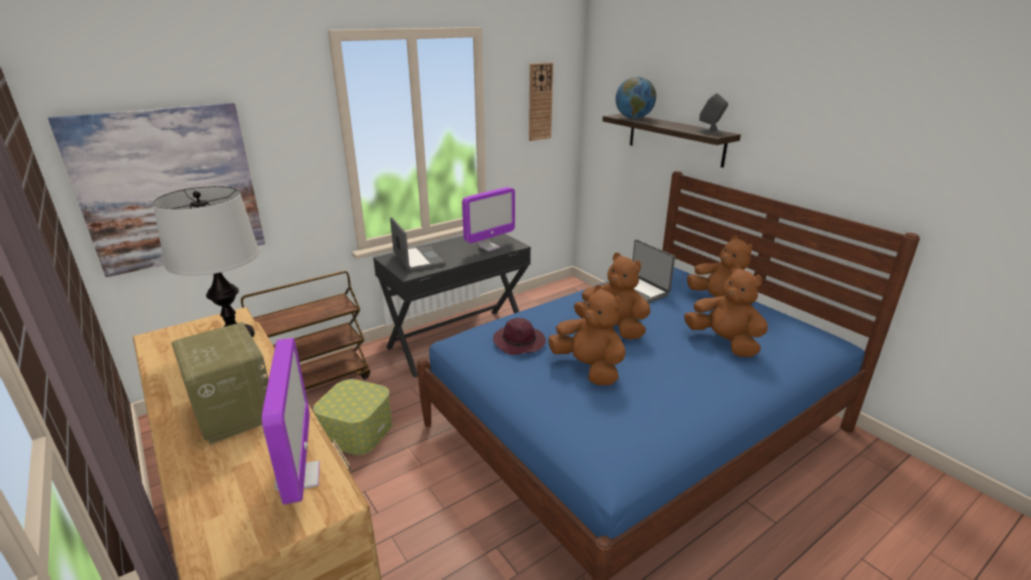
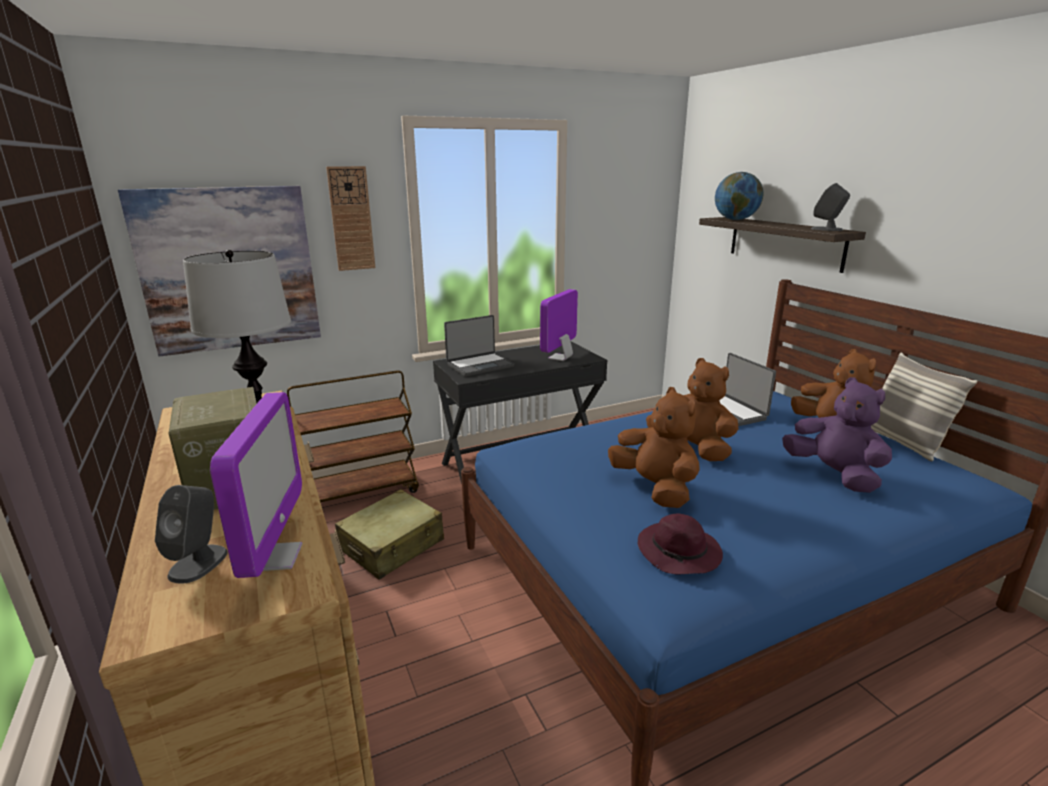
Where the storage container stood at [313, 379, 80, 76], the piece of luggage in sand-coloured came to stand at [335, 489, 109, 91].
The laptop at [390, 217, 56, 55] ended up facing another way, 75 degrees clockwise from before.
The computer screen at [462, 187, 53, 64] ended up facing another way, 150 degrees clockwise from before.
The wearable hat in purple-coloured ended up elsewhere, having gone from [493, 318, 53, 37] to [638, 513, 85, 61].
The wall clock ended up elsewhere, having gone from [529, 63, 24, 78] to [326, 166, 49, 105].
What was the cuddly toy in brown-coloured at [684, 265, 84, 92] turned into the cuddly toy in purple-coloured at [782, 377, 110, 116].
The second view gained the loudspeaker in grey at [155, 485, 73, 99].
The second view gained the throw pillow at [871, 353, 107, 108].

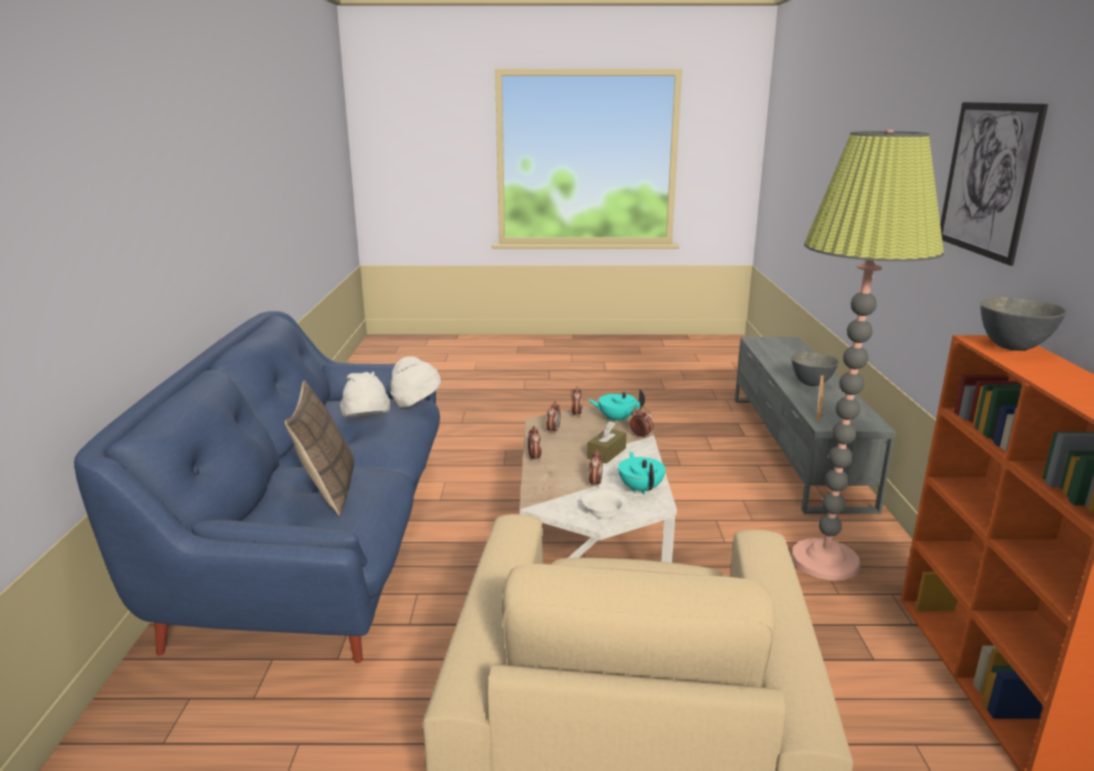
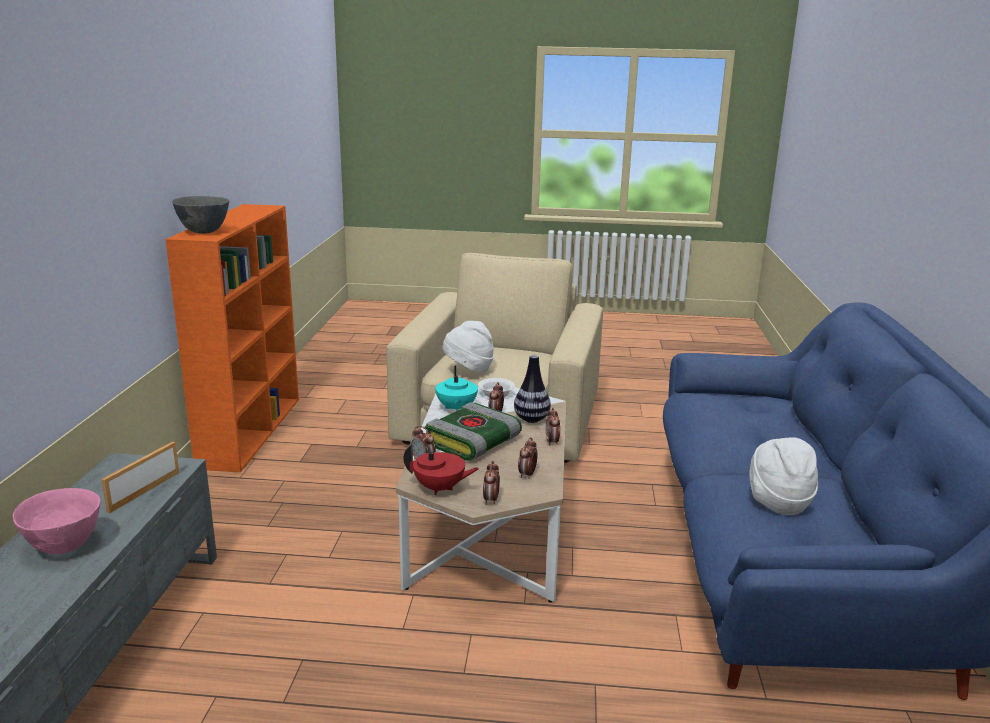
The second view lost the throw pillow at [285, 380, 69, 136].
The wearable hat in white ended up elsewhere, having gone from [391, 356, 50, 51] to [443, 321, 51, 51].
What was the pot for tea in blue-green at [587, 389, 58, 34] turned into the pot for tea in red at [404, 444, 75, 51].
Where the tissue holder in brown-coloured stood at [587, 421, 39, 43], the volume came to stand at [425, 402, 97, 59].
The second view lost the floor lamp at [791, 130, 153, 451].
What was the deep dish in grey at [791, 352, 48, 34] turned into the deep dish in pink at [13, 488, 87, 66].
The second view lost the wall picture at [940, 102, 108, 164].
The second view gained the vase at [514, 355, 37, 68].

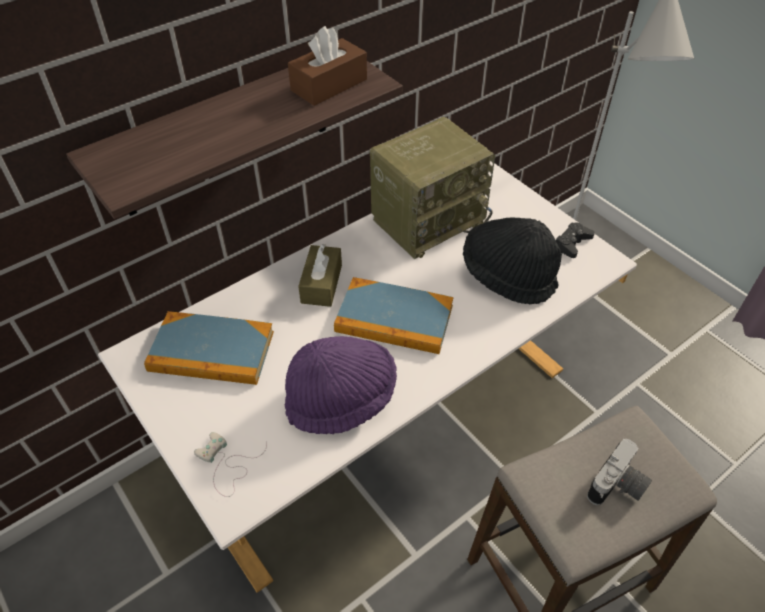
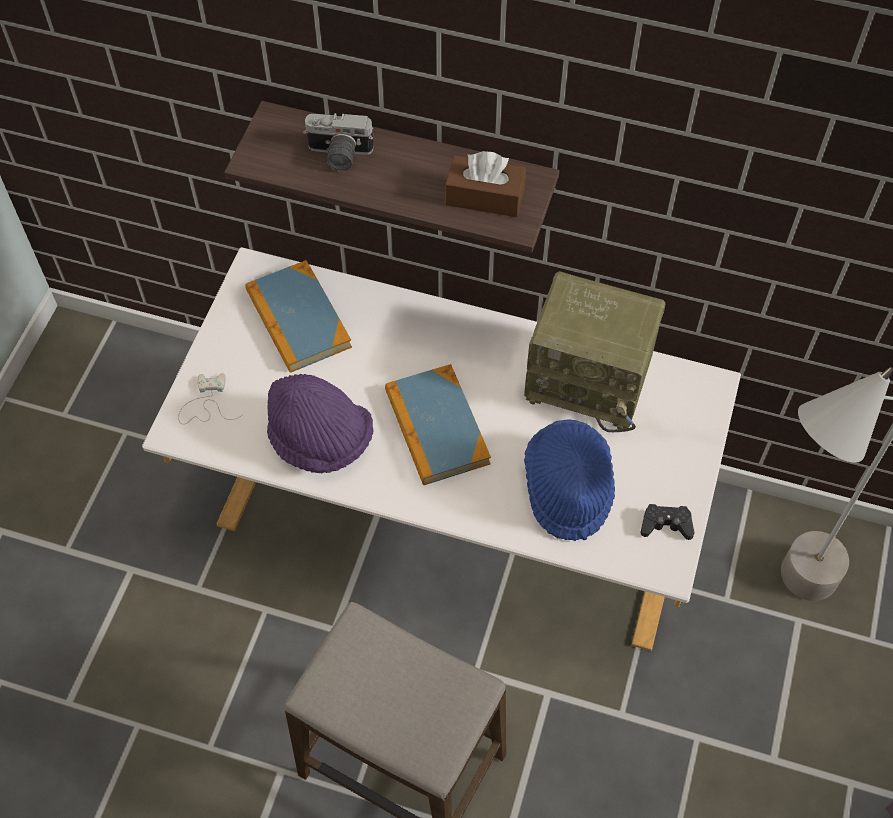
The second view lost the tissue holder in brown-coloured at [298, 244, 44, 63].
What was the wearable hat in black at [463, 217, 99, 87] turned into the wearable hat in blue-coloured at [524, 419, 91, 122].
The still camera ended up elsewhere, having gone from [587, 439, 65, 66] to [303, 113, 71, 58].

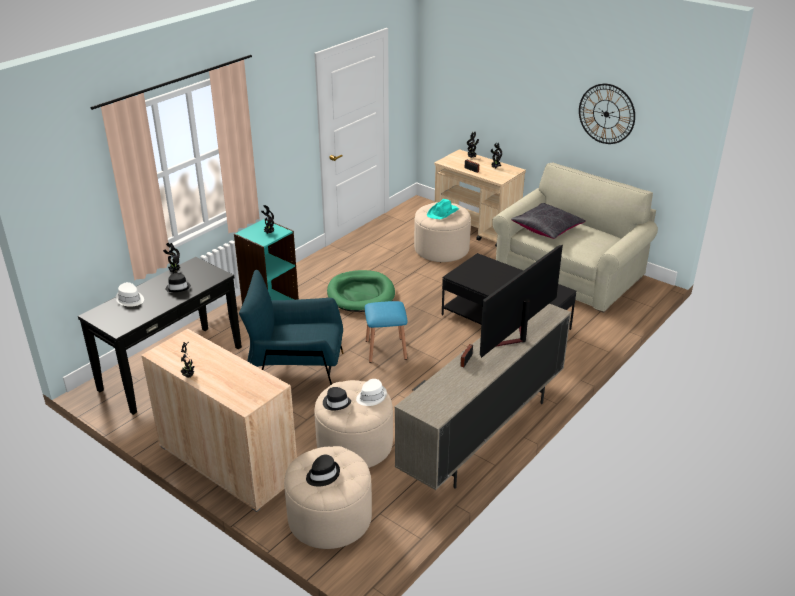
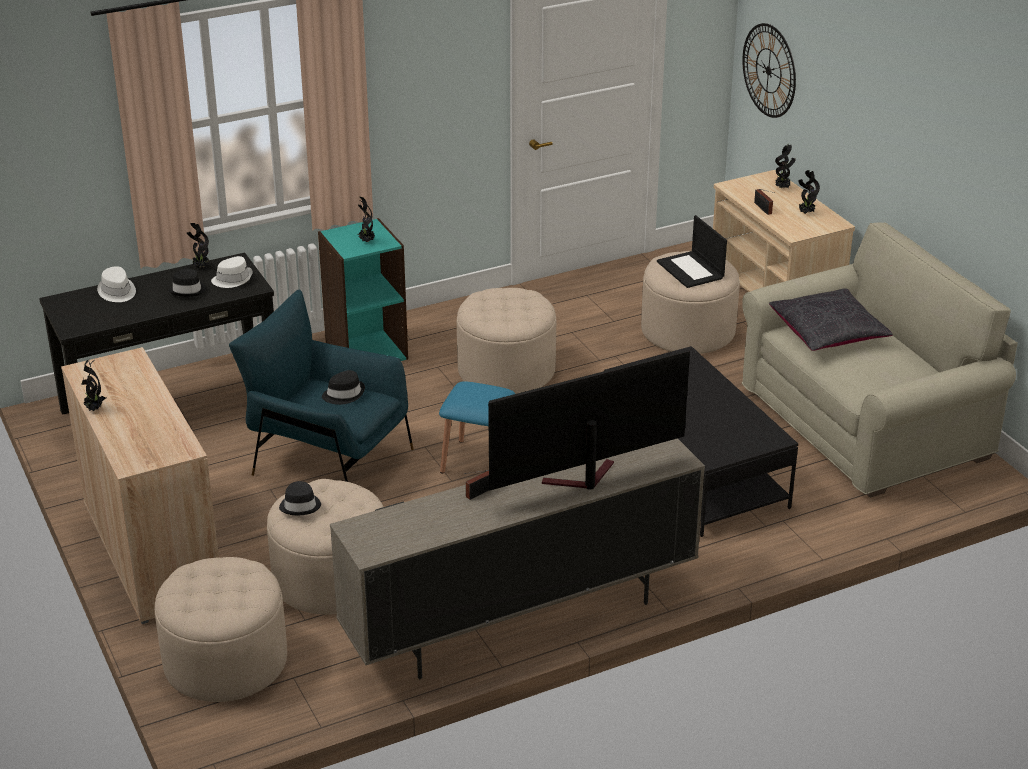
The wearable hat in black ended up elsewhere, having gone from [306, 455, 34, 32] to [322, 370, 43, 35].
Where the pet bed in greenish stood at [327, 270, 68, 42], the pouffe in sand-coloured came to stand at [457, 288, 99, 106].
The wearable hat in white ended up elsewhere, having gone from [356, 379, 31, 27] to [211, 256, 42, 32].
Where the wearable hat in blue-green stood at [427, 199, 32, 20], the laptop came to stand at [657, 215, 70, 73].
The wall clock ended up elsewhere, having gone from [579, 84, 56, 60] to [742, 23, 54, 95].

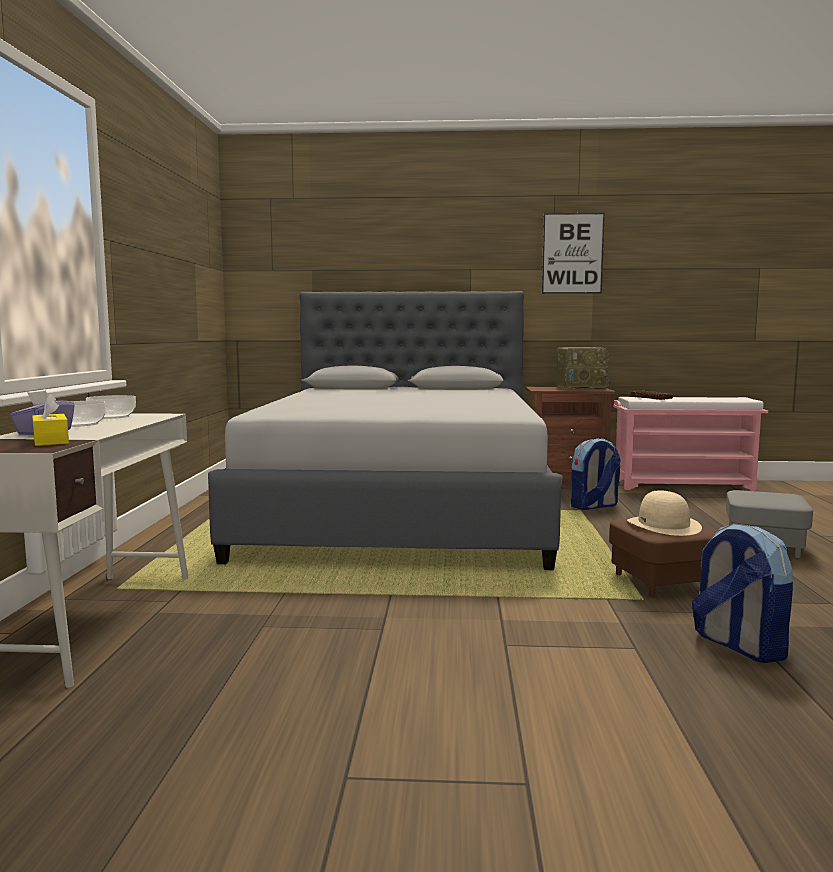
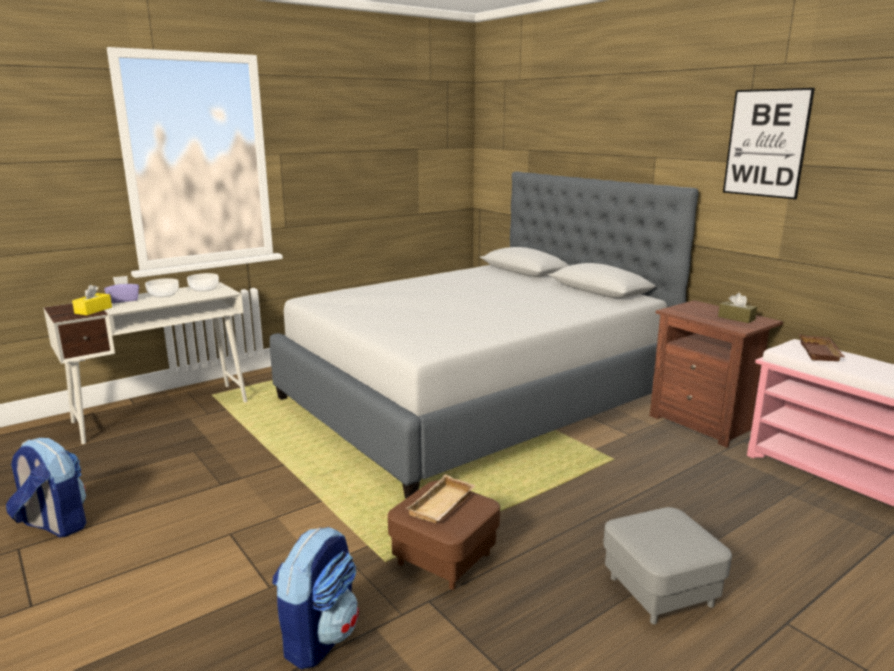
Where the radio receiver stood at [557, 347, 53, 43], the tissue holder in brown-coloured came to stand at [718, 293, 39, 30].
The backpack ended up elsewhere, having gone from [571, 438, 50, 72] to [6, 438, 80, 100].
Where the wearable hat in sand-coloured stood at [627, 490, 75, 46], the serving tray in sand-coloured came to stand at [407, 475, 68, 48].

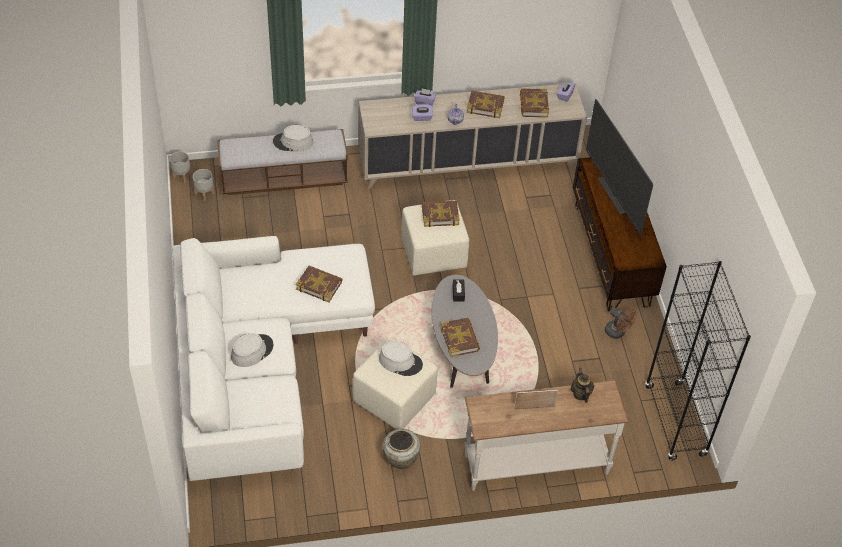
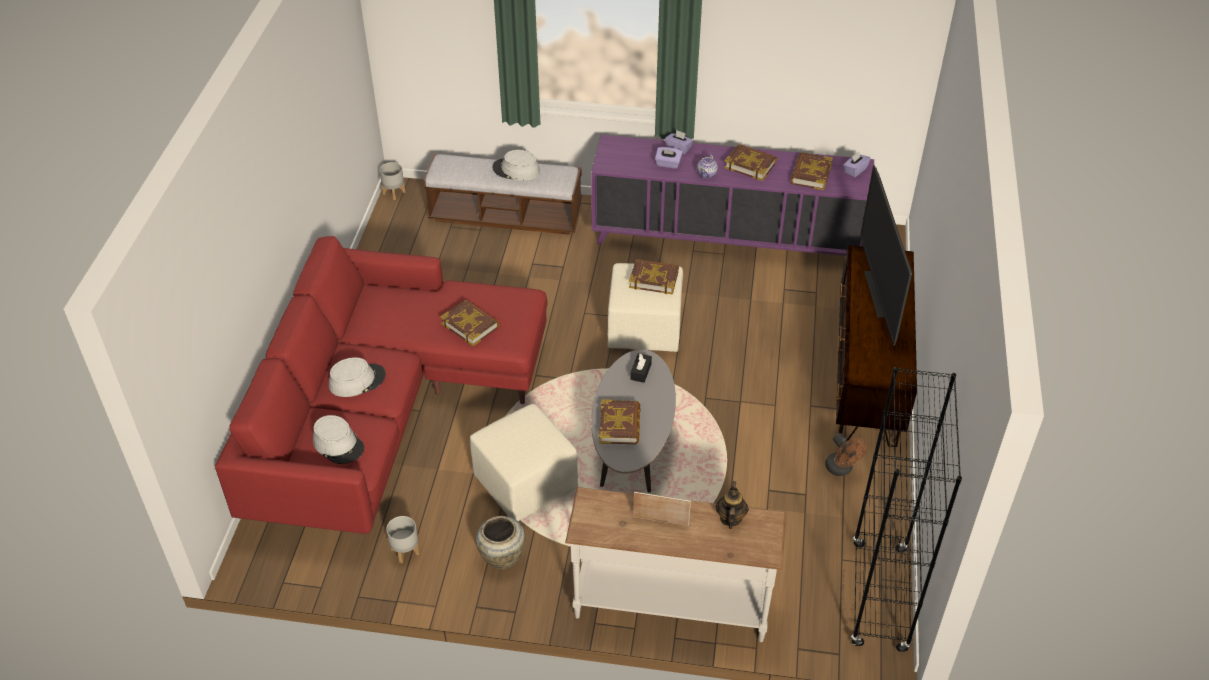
What was the sofa in white at [172, 236, 203, 245] turned into the sofa in red at [215, 236, 332, 298].
The plant pot in grey ended up elsewhere, having gone from [193, 169, 21, 32] to [386, 516, 34, 47].
What was the storage cabinet in sand-coloured at [358, 83, 229, 106] turned into the storage cabinet in purple-coloured at [591, 135, 283, 121].
The wearable hat in grey ended up elsewhere, having gone from [379, 341, 44, 35] to [313, 415, 51, 49].

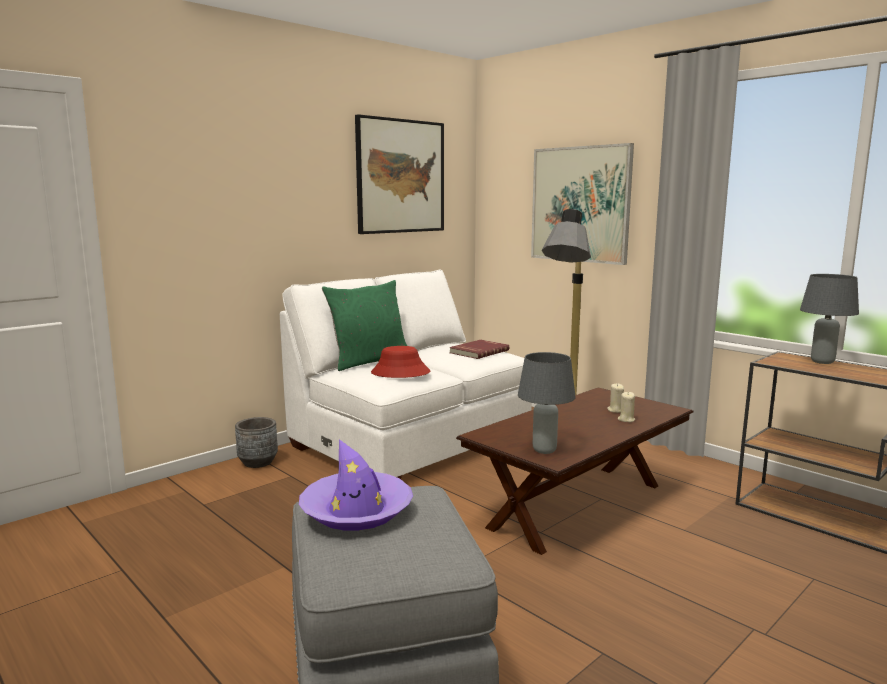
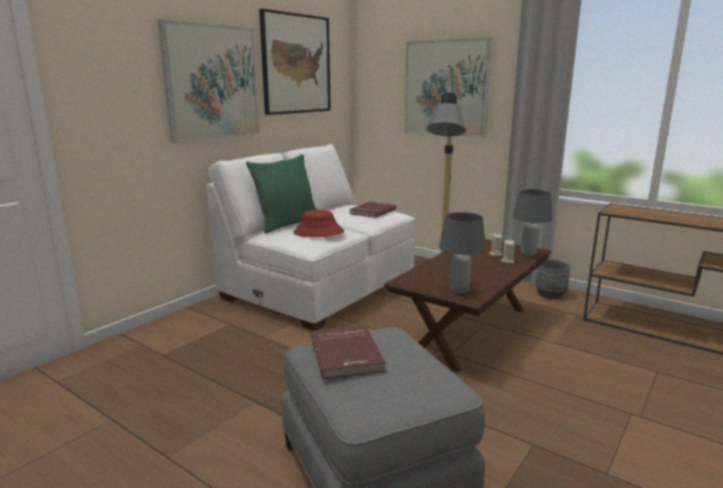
The plant pot in grey ended up elsewhere, having gone from [235, 417, 43, 51] to [535, 259, 35, 40].
Where the wearable hat in purple-coloured stood at [299, 439, 114, 92], the volume in red came to stand at [310, 325, 76, 54].
The tabletop lamp in grey ended up elsewhere, having gone from [800, 274, 59, 90] to [513, 189, 39, 67].
The second view gained the wall picture at [158, 19, 102, 124].

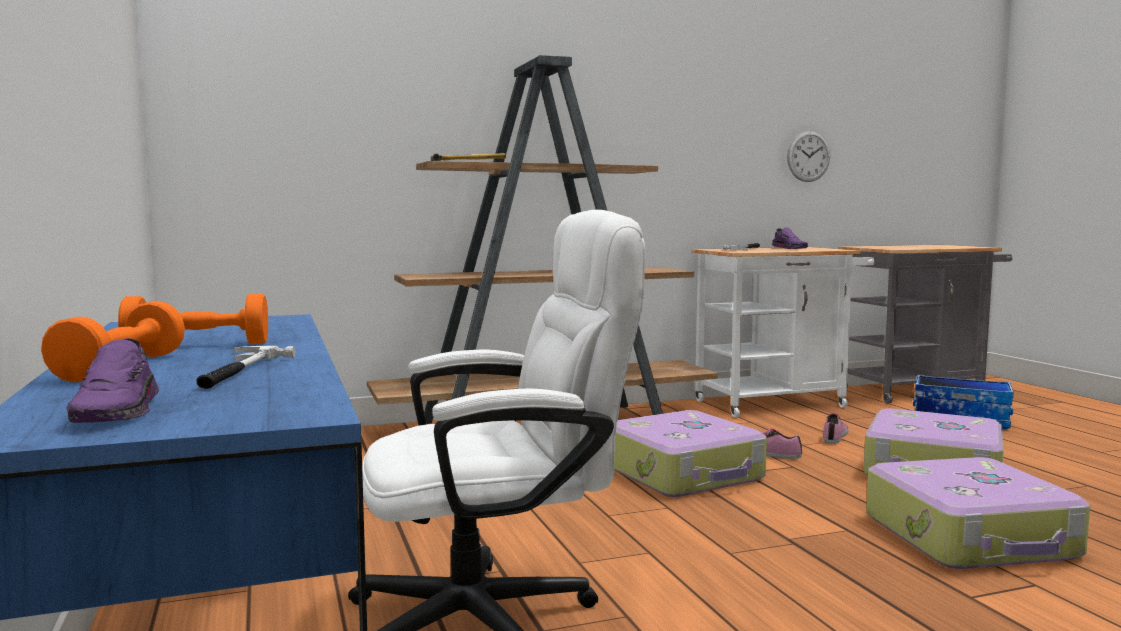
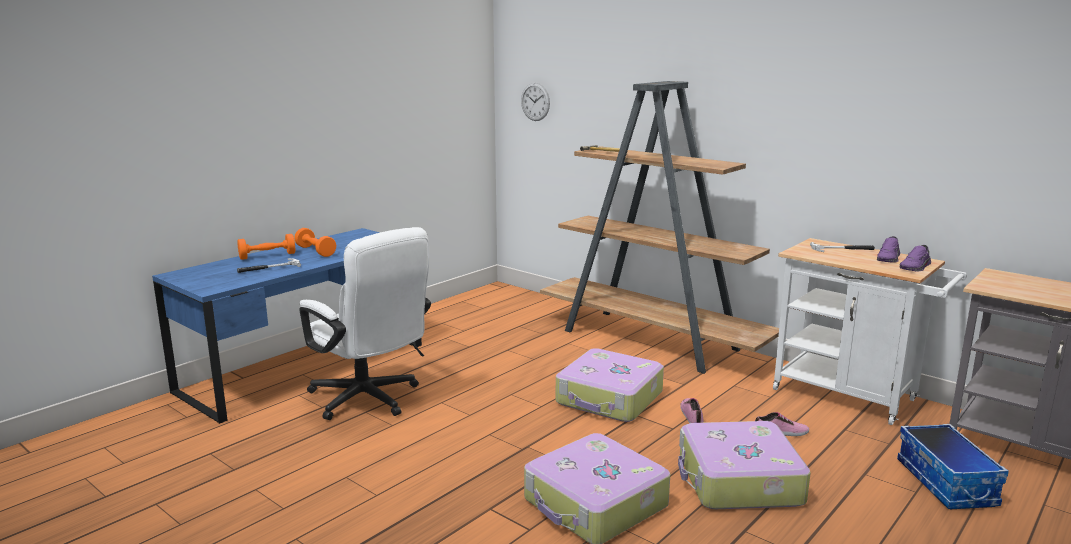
The low shoe in purple-coloured ended up elsewhere, having gone from [67, 338, 92, 85] to [900, 245, 31, 26].
The wall clock ended up elsewhere, having gone from [787, 131, 43, 51] to [521, 83, 29, 38].

